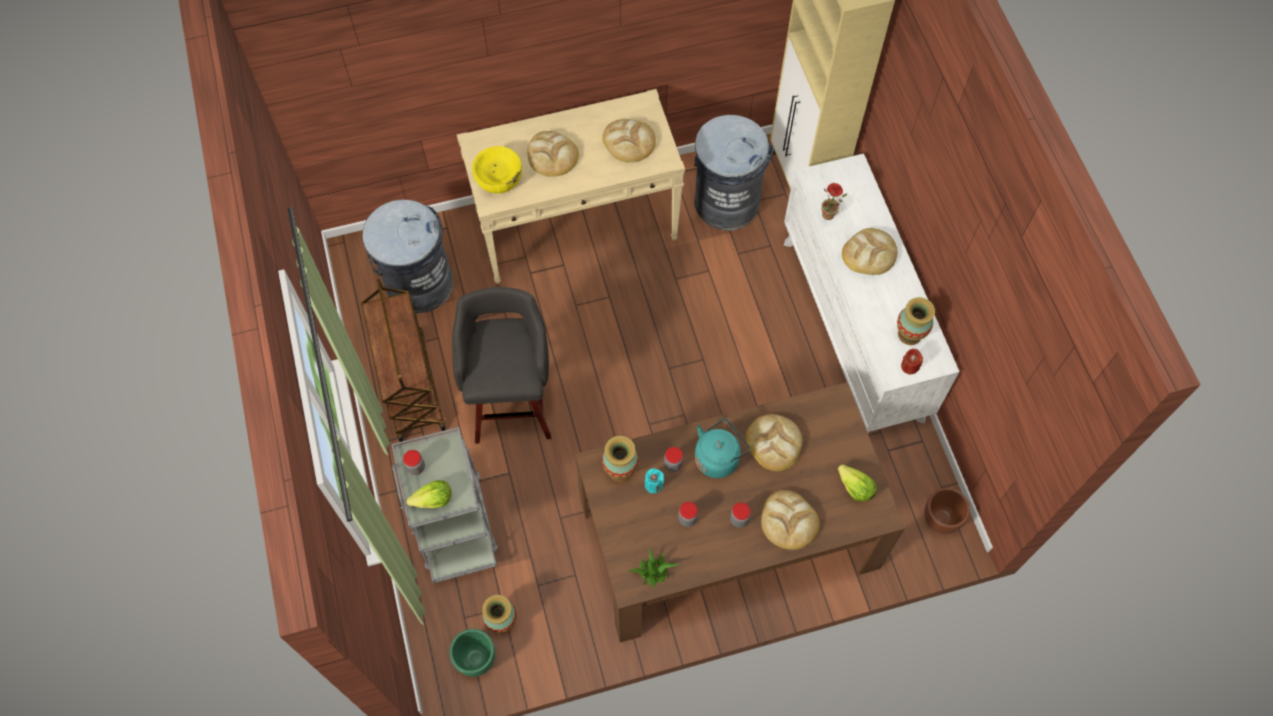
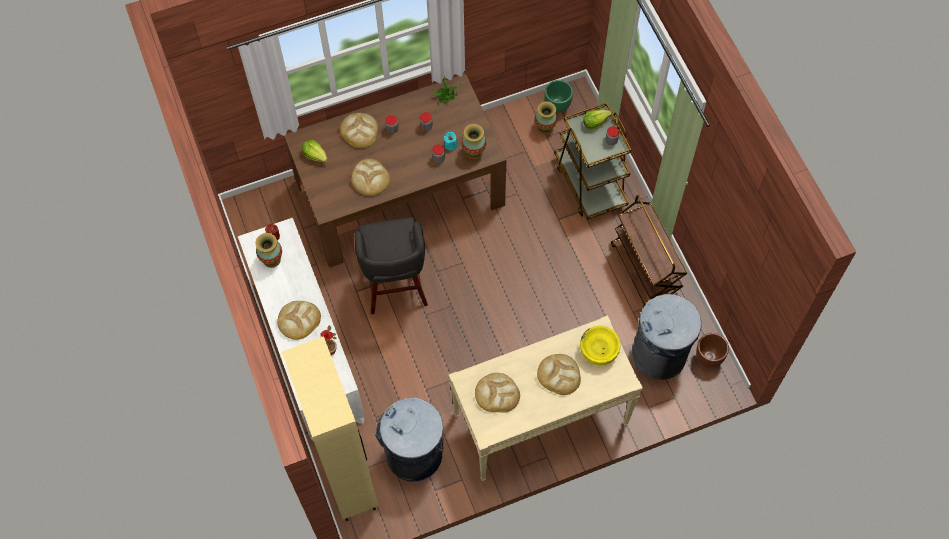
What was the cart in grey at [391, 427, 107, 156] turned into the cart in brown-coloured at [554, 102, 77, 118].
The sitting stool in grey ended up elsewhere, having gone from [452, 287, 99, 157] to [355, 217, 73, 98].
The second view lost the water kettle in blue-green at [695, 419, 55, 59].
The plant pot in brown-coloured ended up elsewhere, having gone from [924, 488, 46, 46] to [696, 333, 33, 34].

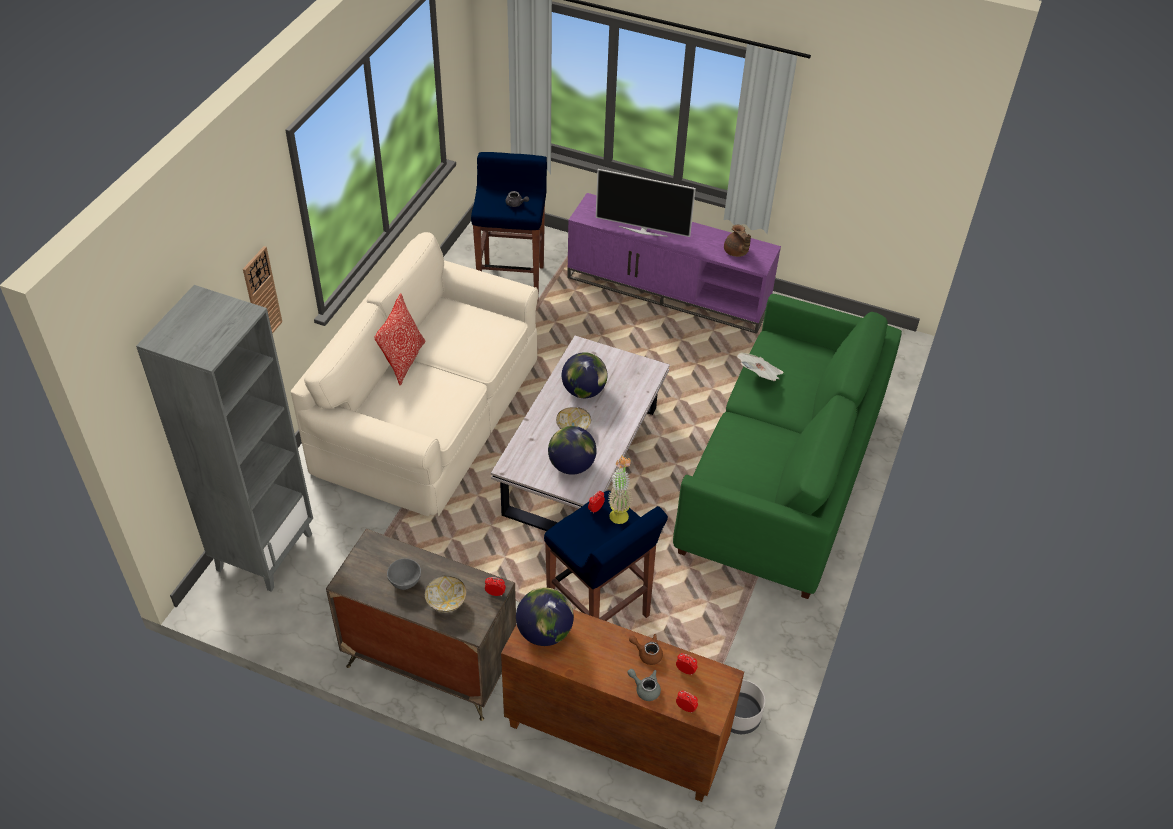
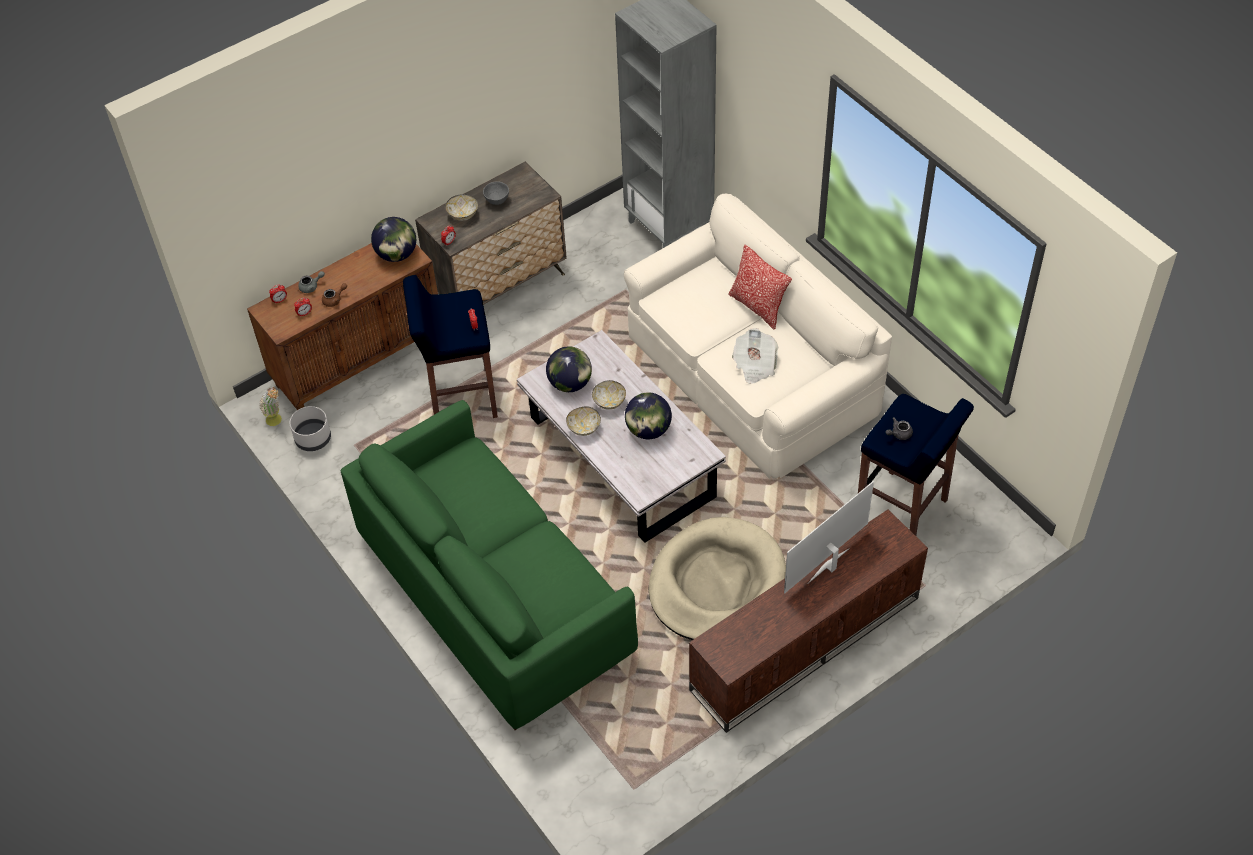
The second view lost the wall clock at [243, 246, 39, 88].
What was the media console in purple-coloured at [567, 193, 214, 141] turned into the media console in brown-coloured at [689, 510, 239, 223].
The houseplant ended up elsewhere, having gone from [608, 455, 24, 69] to [259, 387, 23, 39].
The second view lost the pot for tea in brown-coloured at [724, 225, 27, 32].
The printed paper ended up elsewhere, having gone from [737, 352, 47, 29] to [732, 328, 47, 56].
The second view gained the deep dish at [566, 407, 35, 29].
The second view gained the pet bed in sand-coloured at [648, 517, 138, 123].

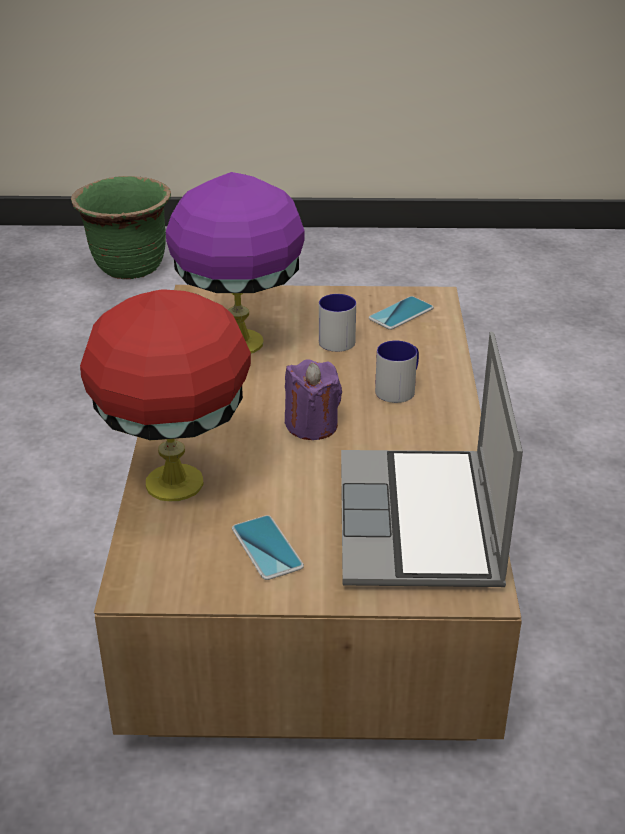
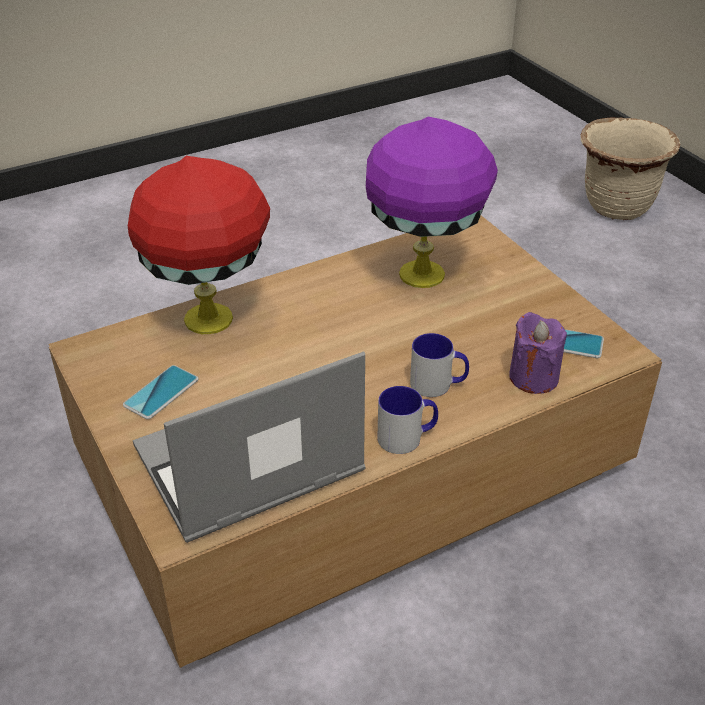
What was the plant pot in greenish at [71, 176, 100, 103] turned into the plant pot in sand-coloured at [580, 118, 100, 102].
The wax candle in purple-coloured ended up elsewhere, having gone from [285, 359, 57, 81] to [509, 312, 58, 82].
The tea mug ended up elsewhere, having gone from [319, 294, 37, 58] to [377, 386, 61, 68].

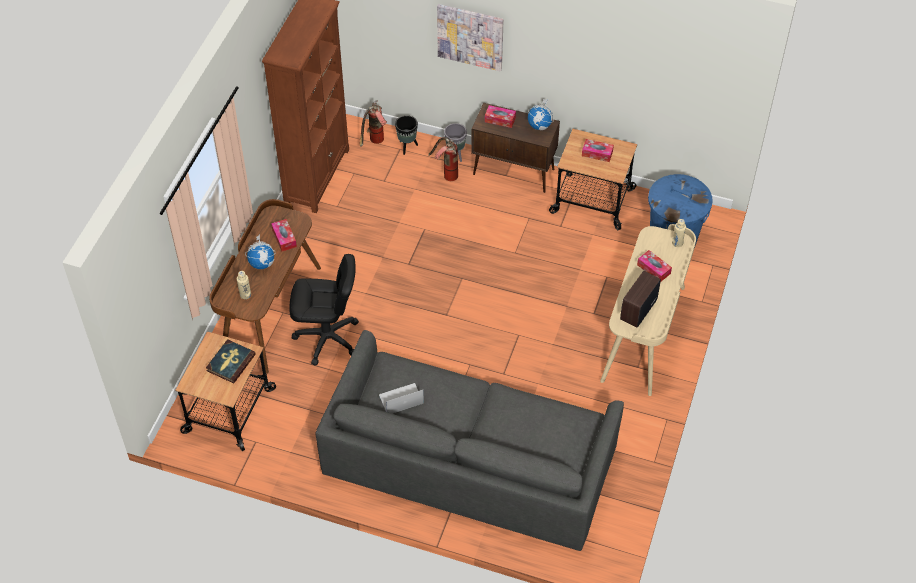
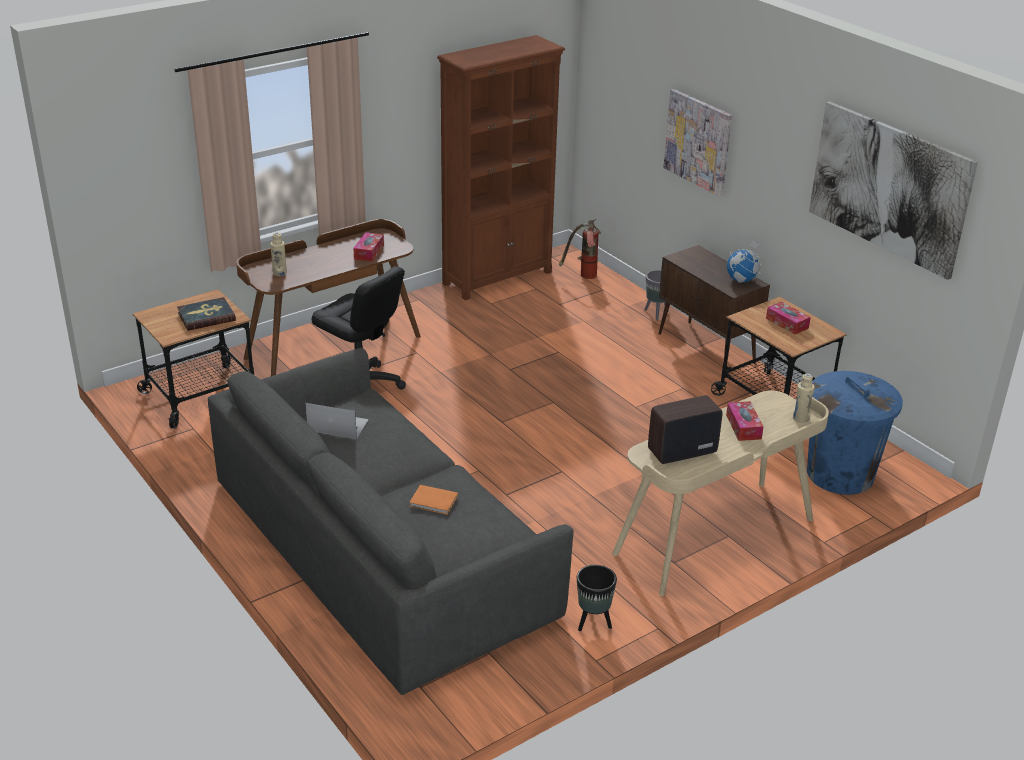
The second view lost the globe at [245, 234, 31, 35].
The plant pot in black ended up elsewhere, having gone from [395, 115, 23, 40] to [577, 565, 40, 66].
The second view lost the fire extinguisher at [428, 137, 30, 44].
The second view lost the tissue holder at [485, 105, 31, 23].
The second view gained the volume in orange-coloured at [409, 485, 49, 30].
The second view gained the wall picture at [809, 101, 169, 179].

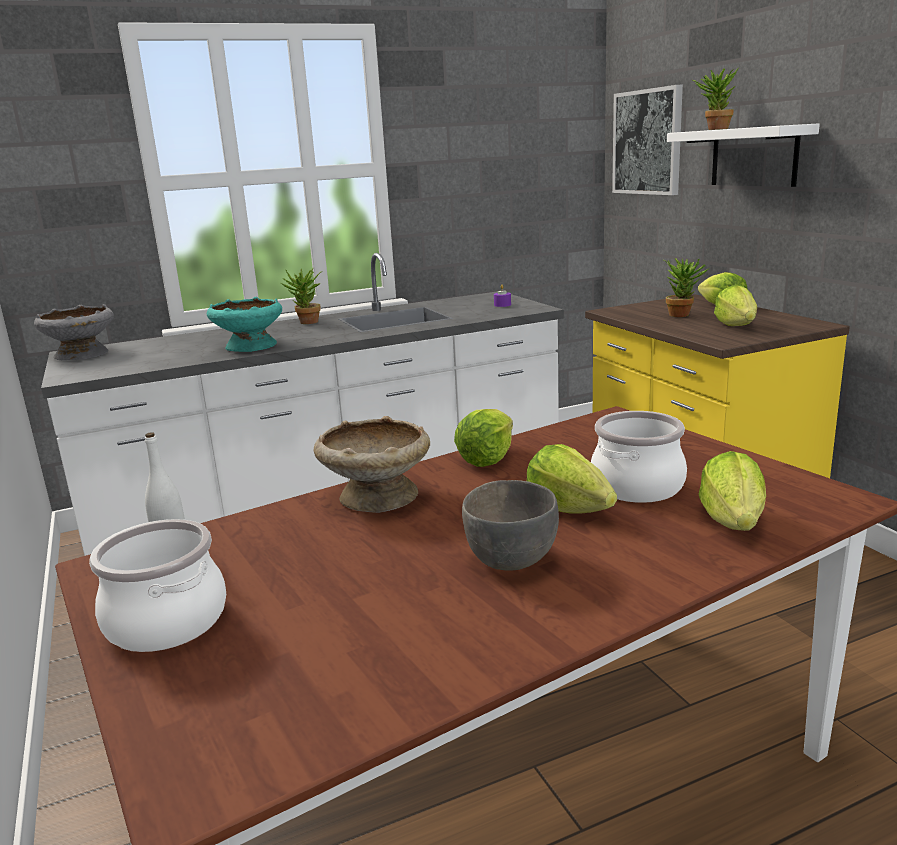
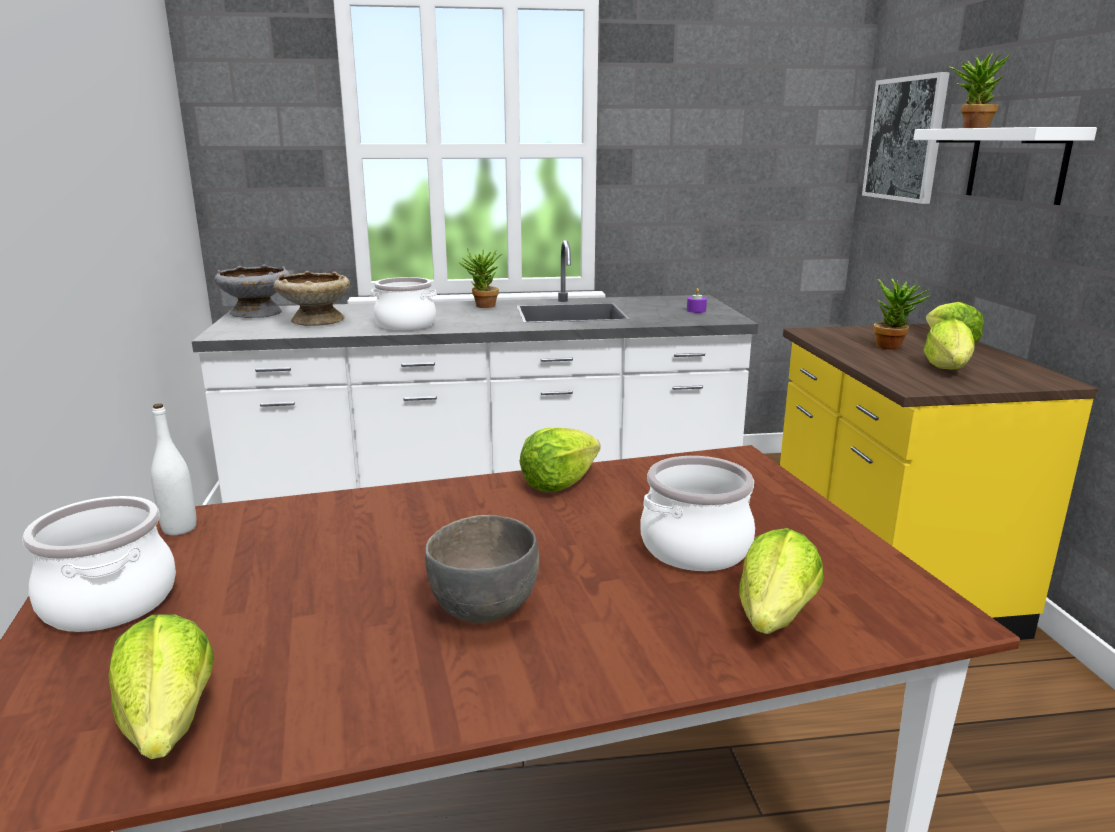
Where the deep dish in blue-green stood at [207, 297, 75, 55], the stockpot came to stand at [371, 277, 66, 54].
The deep dish in sand-coloured ended up elsewhere, having gone from [314, 416, 116, 97] to [273, 271, 77, 55].
The lettuce ended up elsewhere, having gone from [527, 444, 90, 70] to [108, 615, 106, 144].

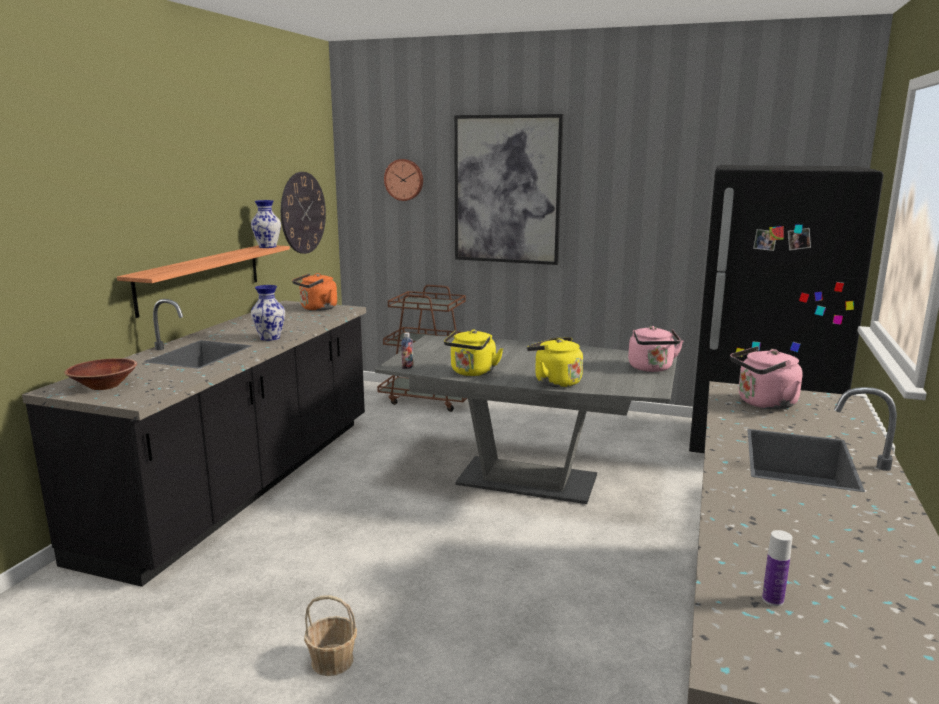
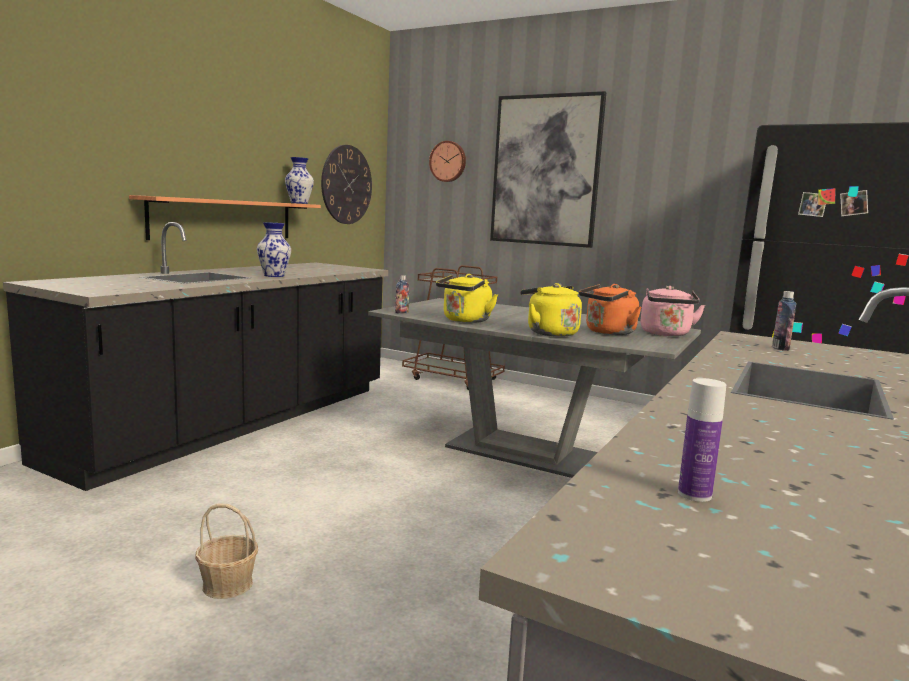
The second view lost the deep dish in brown-coloured at [64, 358, 73, 32].
The water kettle in orange-coloured ended up elsewhere, having gone from [292, 273, 45, 38] to [579, 284, 62, 51].
Where the water kettle in pink stood at [730, 346, 73, 63], the beverage bottle came to stand at [772, 291, 24, 60].

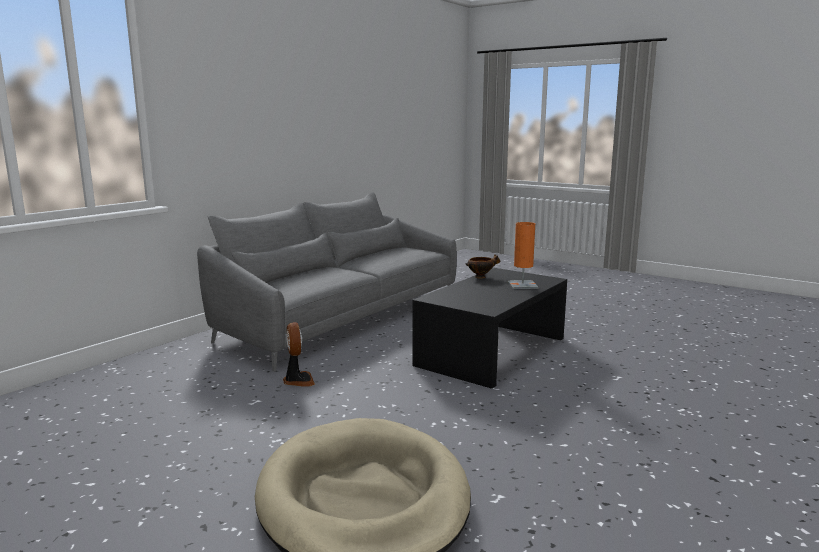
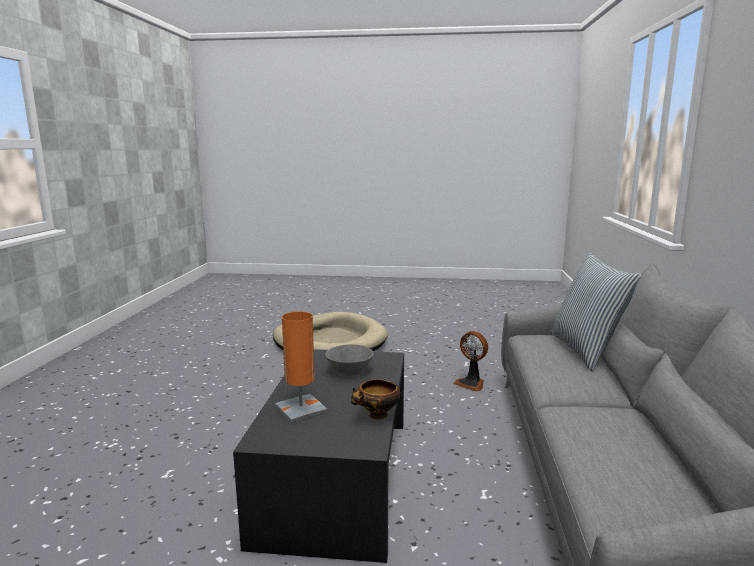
The second view gained the deep dish in grey at [325, 344, 49, 32].
The second view gained the throw pillow at [551, 253, 90, 118].

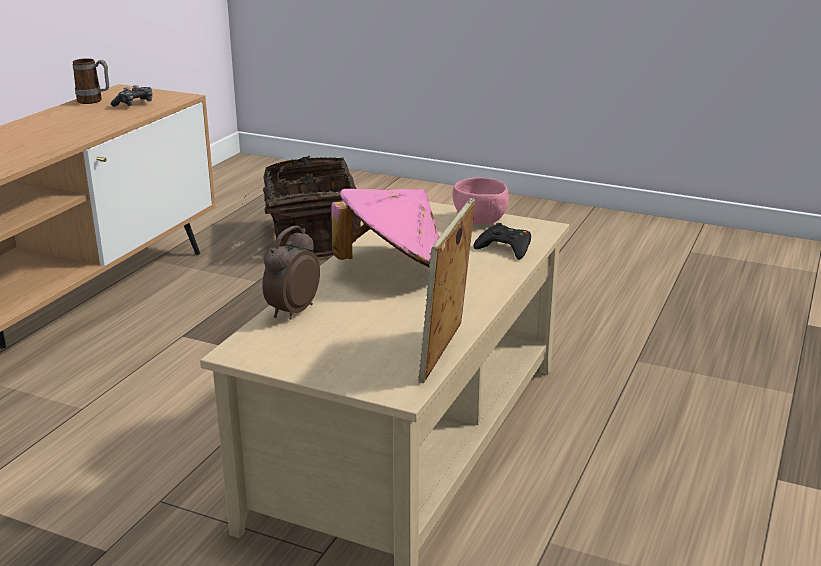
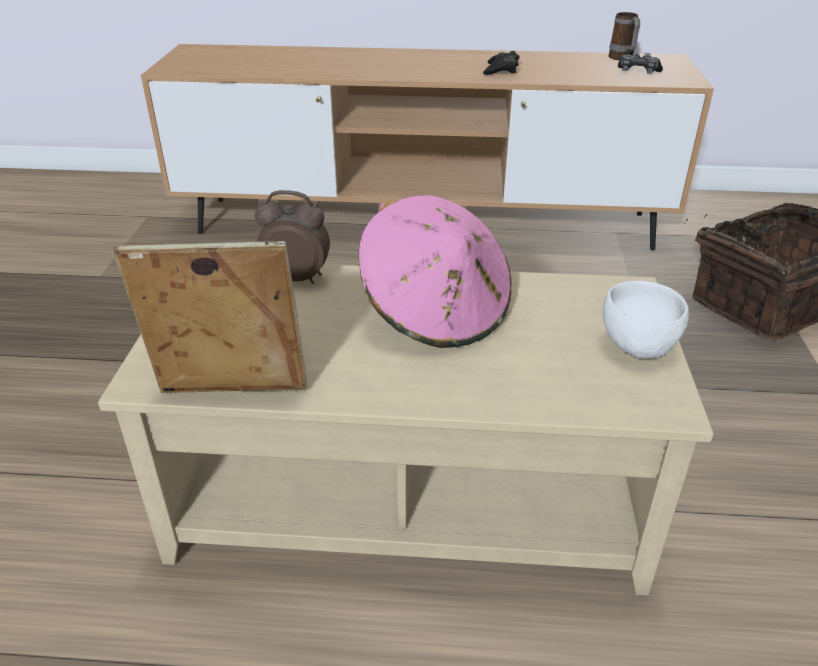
What was the deep dish in pink at [452, 178, 57, 46] turned into the deep dish in white at [603, 281, 86, 78].
The gamepad in black ended up elsewhere, having gone from [474, 223, 57, 37] to [483, 51, 37, 24].

